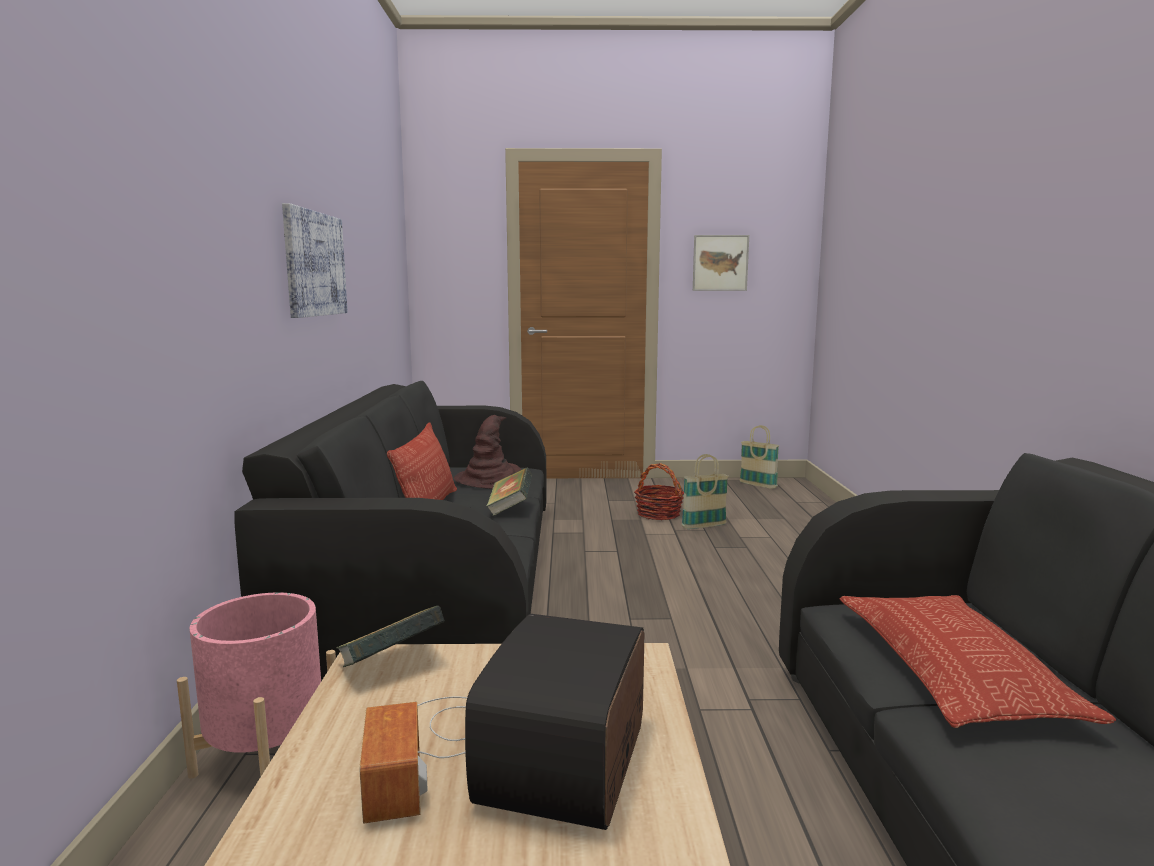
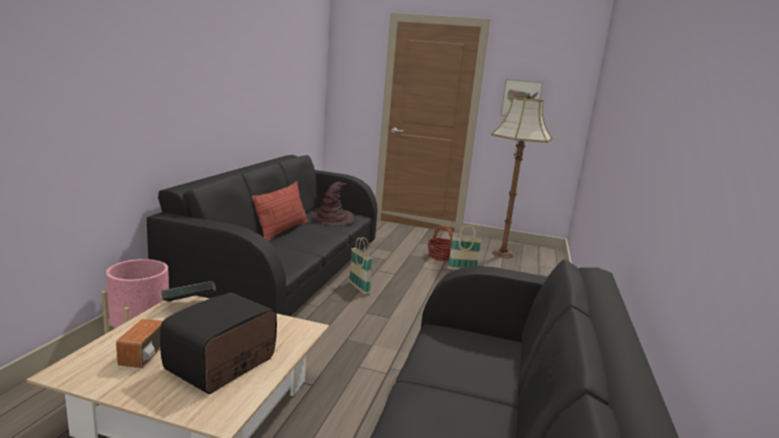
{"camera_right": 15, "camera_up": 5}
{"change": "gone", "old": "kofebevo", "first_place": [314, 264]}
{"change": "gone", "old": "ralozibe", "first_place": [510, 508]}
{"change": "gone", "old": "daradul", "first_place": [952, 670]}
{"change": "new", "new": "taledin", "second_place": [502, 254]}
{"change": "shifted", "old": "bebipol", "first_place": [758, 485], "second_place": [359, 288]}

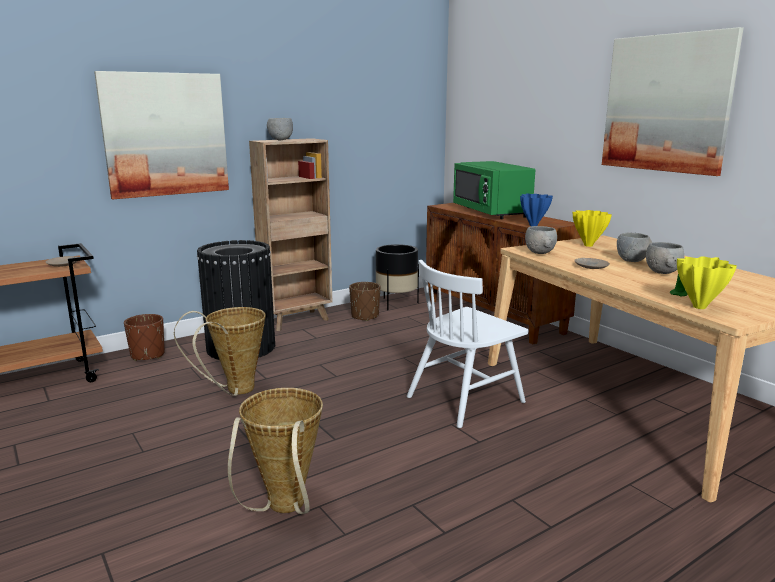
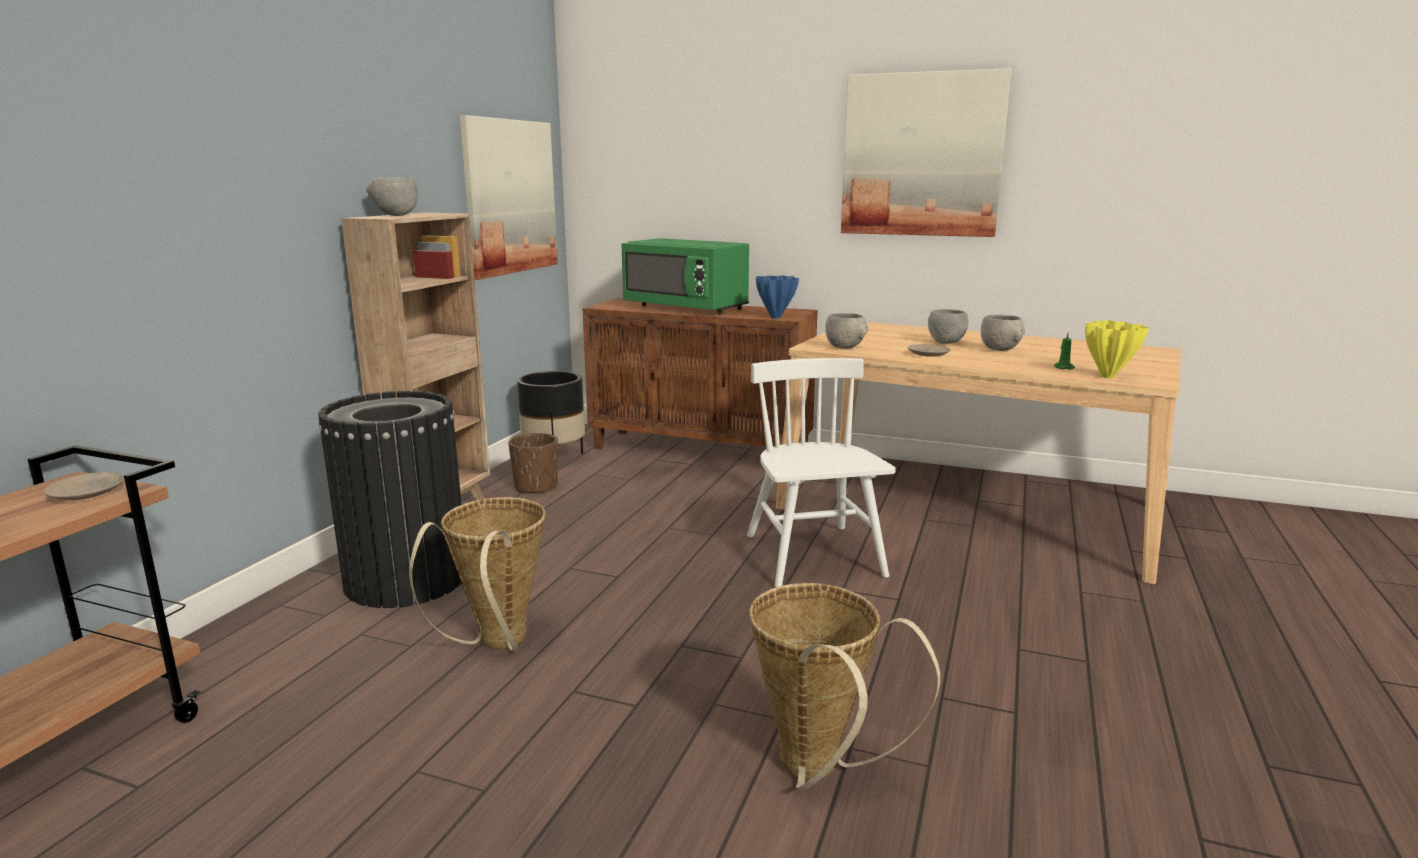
{"camera_right": -35, "camera_up": 0}
{"change": "gone", "old": "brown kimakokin", "first_place": [148, 355]}
{"change": "gone", "old": "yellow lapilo", "first_place": [588, 245]}
{"change": "shifted", "old": "kofebevo", "first_place": [165, 134], "second_place": [509, 197]}
{"change": "rotated", "old": "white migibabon", "first_place": [465, 399], "second_place": [814, 556], "degrees": 150}

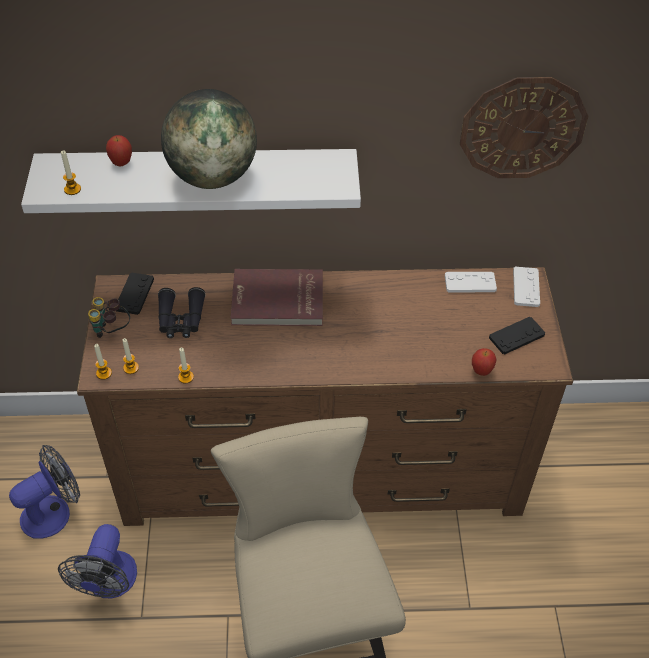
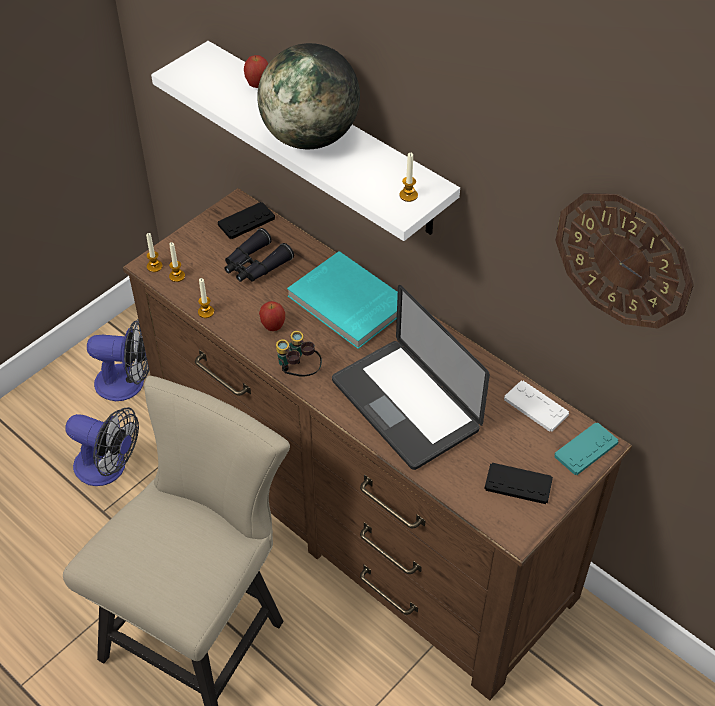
{"camera_right": 45, "camera_up": 0}
{"change": "new", "new": "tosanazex", "second_place": [405, 405]}
{"change": "shifted", "old": "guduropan", "first_place": [72, 189], "second_place": [408, 195]}
{"change": "shifted", "old": "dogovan", "first_place": [112, 331], "second_place": [298, 373]}
{"change": "shifted", "old": "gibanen", "first_place": [481, 371], "second_place": [273, 327]}
{"change": "repainted", "old": "red ralozibe", "new": "turquoise ralozibe", "first_place": [277, 301], "second_place": [347, 303]}
{"change": "repainted", "old": "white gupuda", "new": "turquoise gupuda", "first_place": [526, 287], "second_place": [586, 449]}
{"change": "rotated", "old": "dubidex", "first_place": [109, 584], "second_place": [108, 468], "degrees": -120}

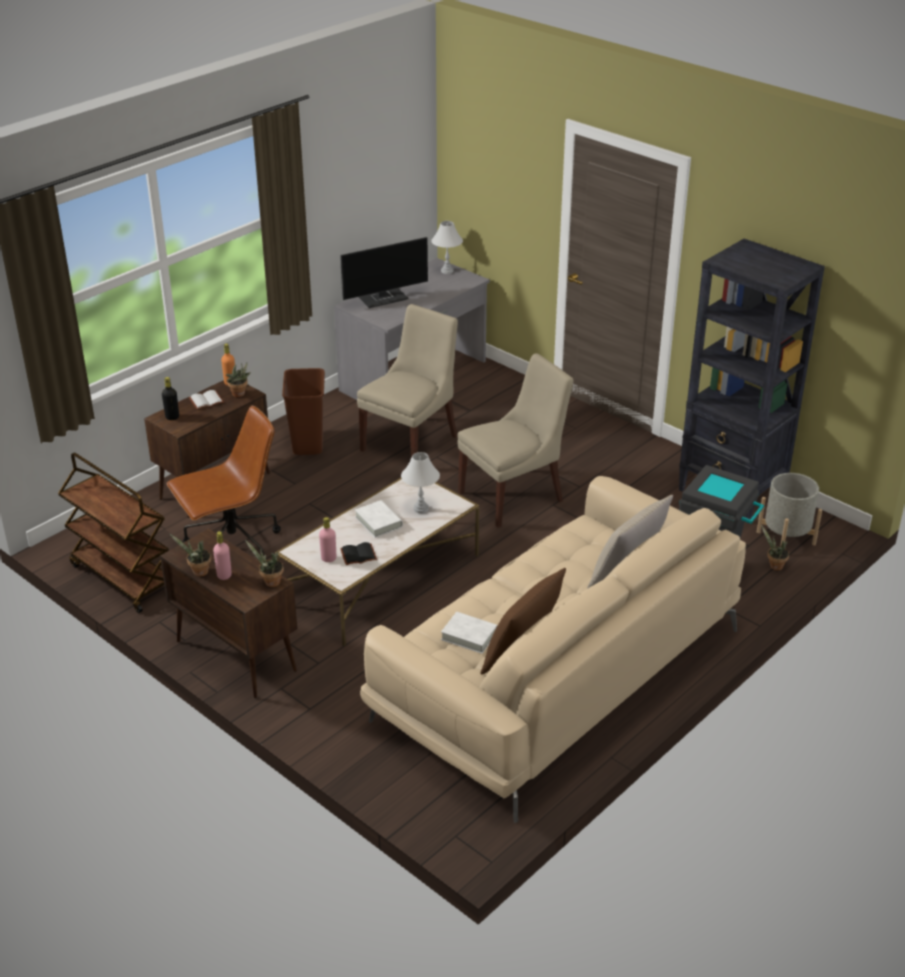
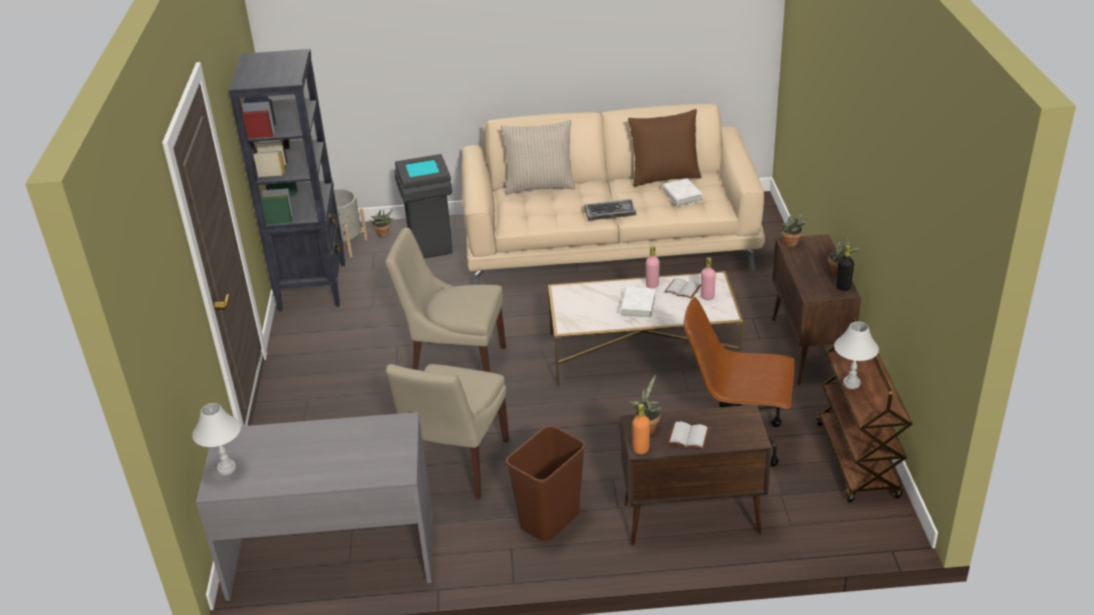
{"camera_right": -135, "camera_up": 0}
{"change": "gone", "old": "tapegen", "first_place": [384, 298]}
{"change": "new", "new": "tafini", "second_place": [610, 212]}
{"change": "shifted", "old": "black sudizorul", "first_place": [172, 417], "second_place": [843, 287]}
{"change": "shifted", "old": "pink sudizorul", "first_place": [224, 575], "second_place": [652, 285]}
{"change": "shifted", "old": "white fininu", "first_place": [421, 509], "second_place": [851, 383]}
{"change": "repainted", "old": "black ralozibe", "new": "white ralozibe", "first_place": [358, 556], "second_place": [683, 289]}
{"change": "rotated", "old": "beige migibabon", "first_place": [411, 442], "second_place": [455, 465], "degrees": -60}

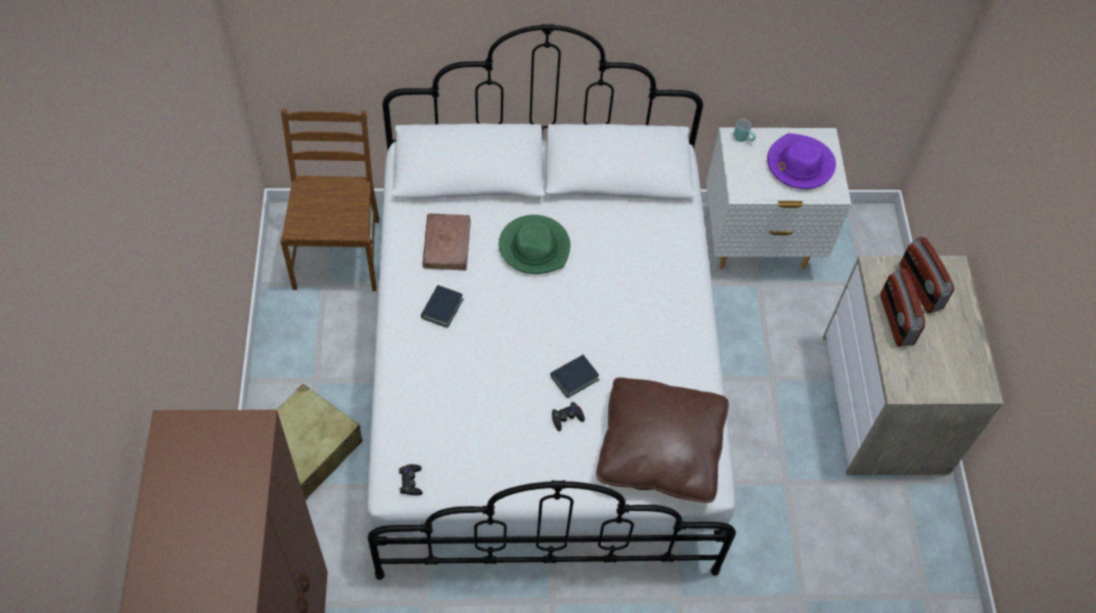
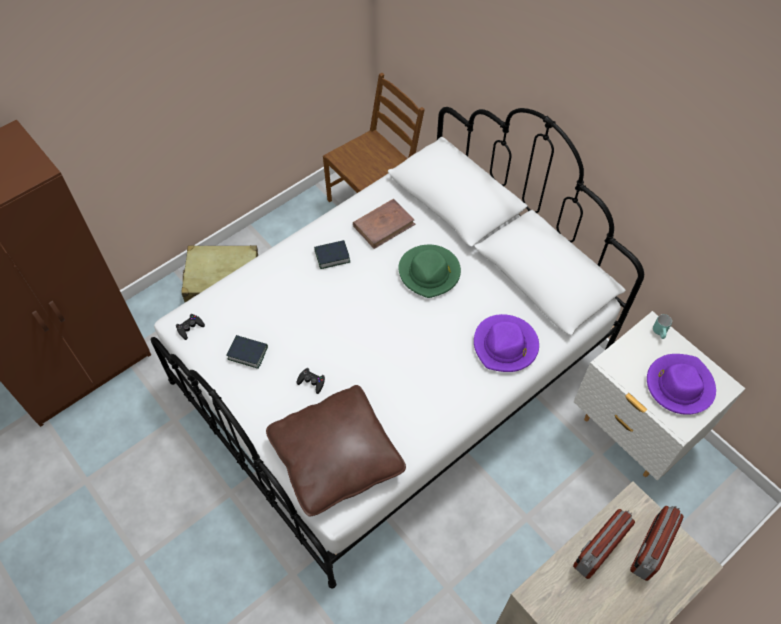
{"camera_right": 55, "camera_up": 0}
{"change": "new", "new": "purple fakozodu", "second_place": [505, 345]}
{"change": "shifted", "old": "ralozibe", "first_place": [574, 378], "second_place": [247, 353]}

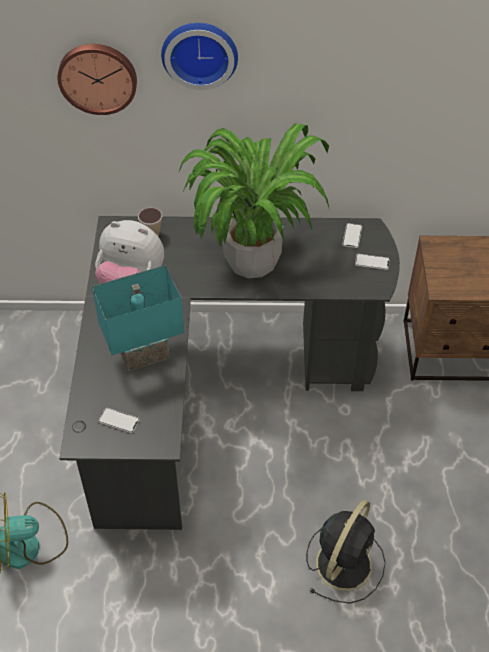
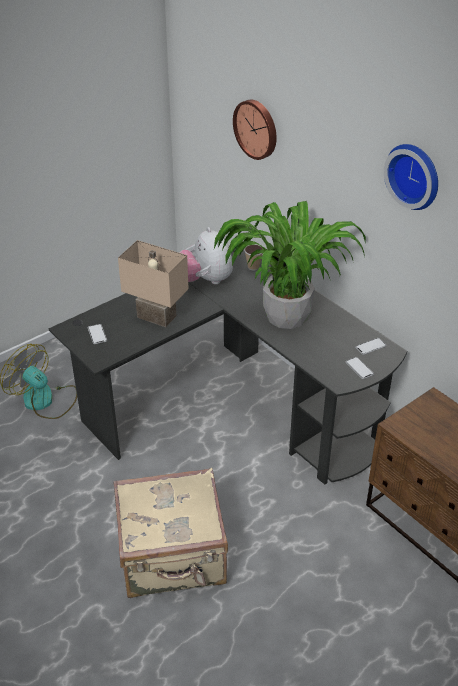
{"camera_right": 50, "camera_up": -10}
{"change": "shifted", "old": "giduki", "first_place": [200, 52], "second_place": [415, 175]}
{"change": "swapped", "old": "black dubidex", "new": "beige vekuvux", "first_place": [345, 562], "second_place": [173, 557]}
{"change": "repainted", "old": "turquoise fininu", "new": "beige fininu", "first_place": [144, 353], "second_place": [158, 315]}

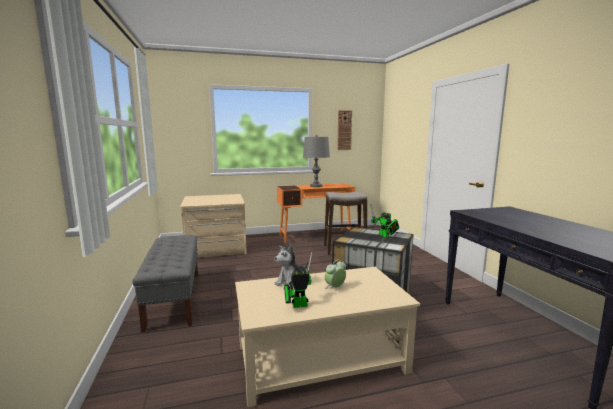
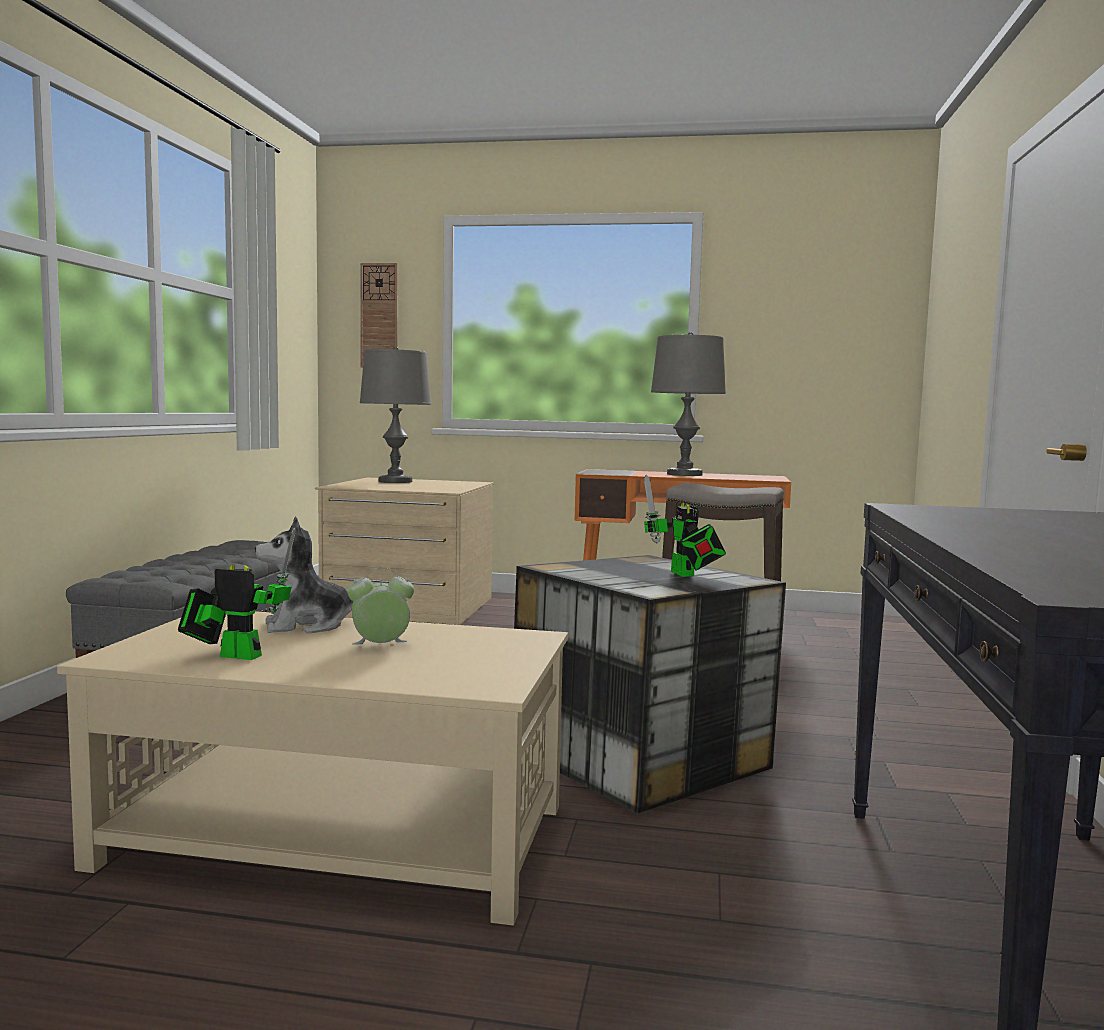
{"camera_right": 25, "camera_up": -5}
{"change": "new", "new": "grey fininu", "second_place": [395, 481]}
{"change": "shifted", "old": "giduki", "first_place": [344, 130], "second_place": [379, 316]}

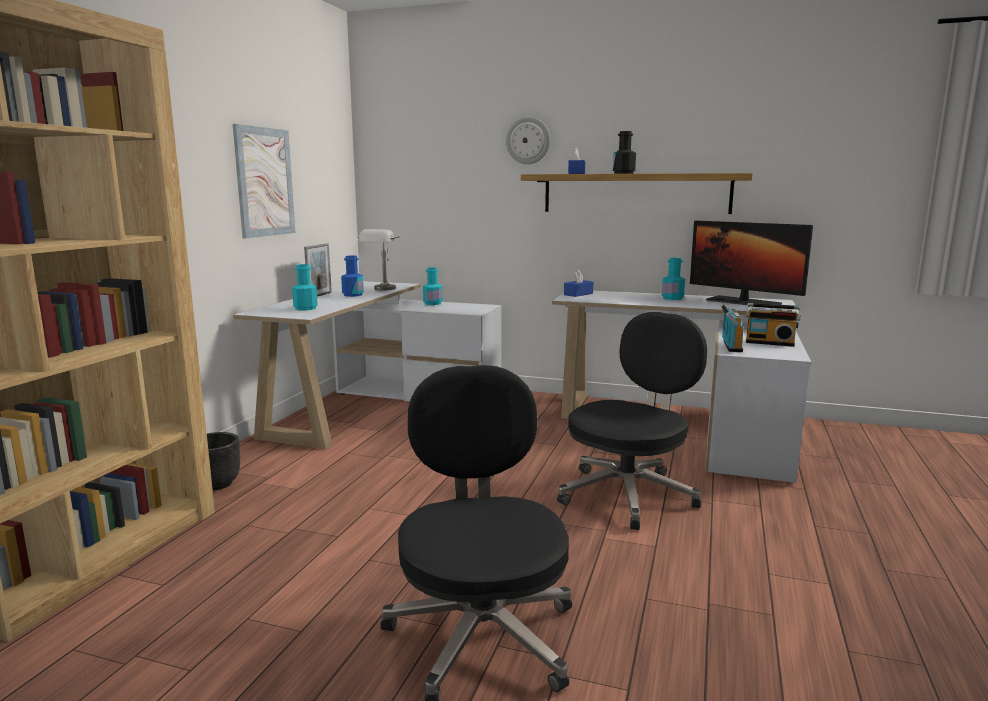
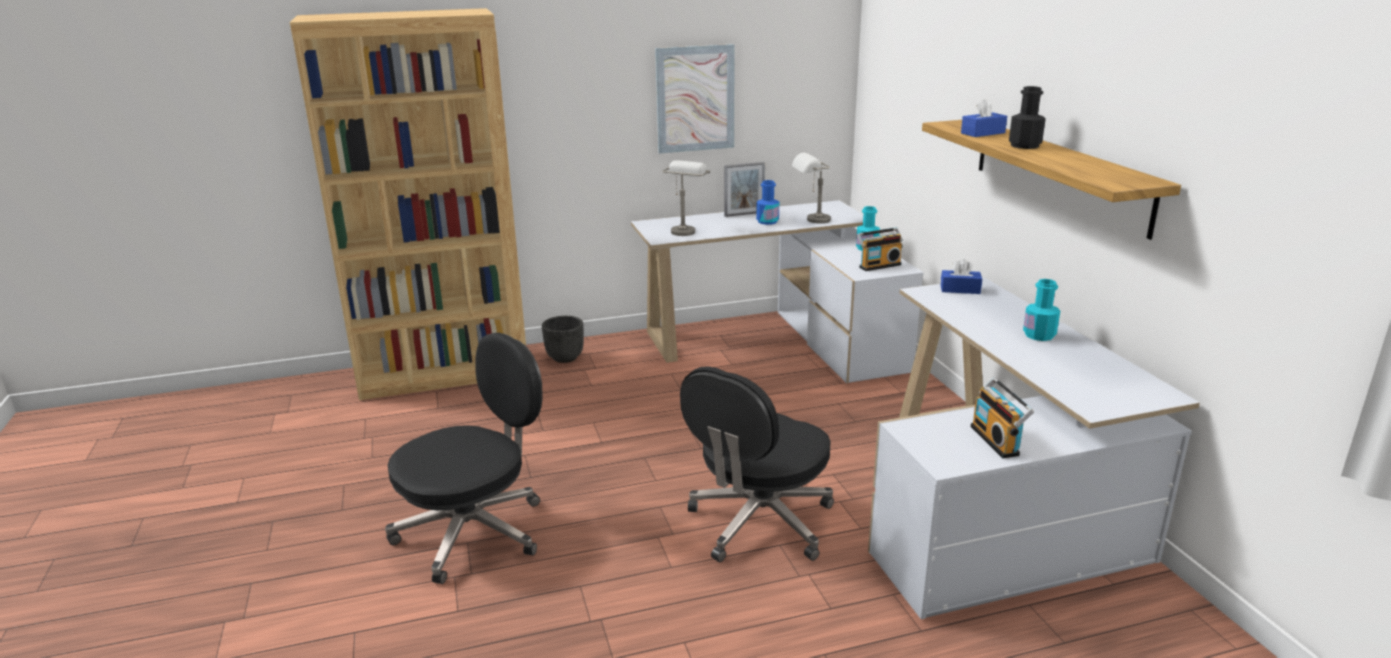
{"camera_right": 55, "camera_up": 10}
{"change": "gone", "old": "giduki", "first_place": [528, 140]}
{"change": "gone", "old": "tapegen", "first_place": [743, 302]}
{"change": "shifted", "old": "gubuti", "first_place": [730, 346], "second_place": [879, 265]}
{"change": "swapped", "old": "turquoise sudizorul", "new": "grey fininu", "first_place": [305, 308], "second_place": [685, 229]}
{"change": "rotated", "old": "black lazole", "first_place": [629, 494], "second_place": [759, 523], "degrees": 120}

